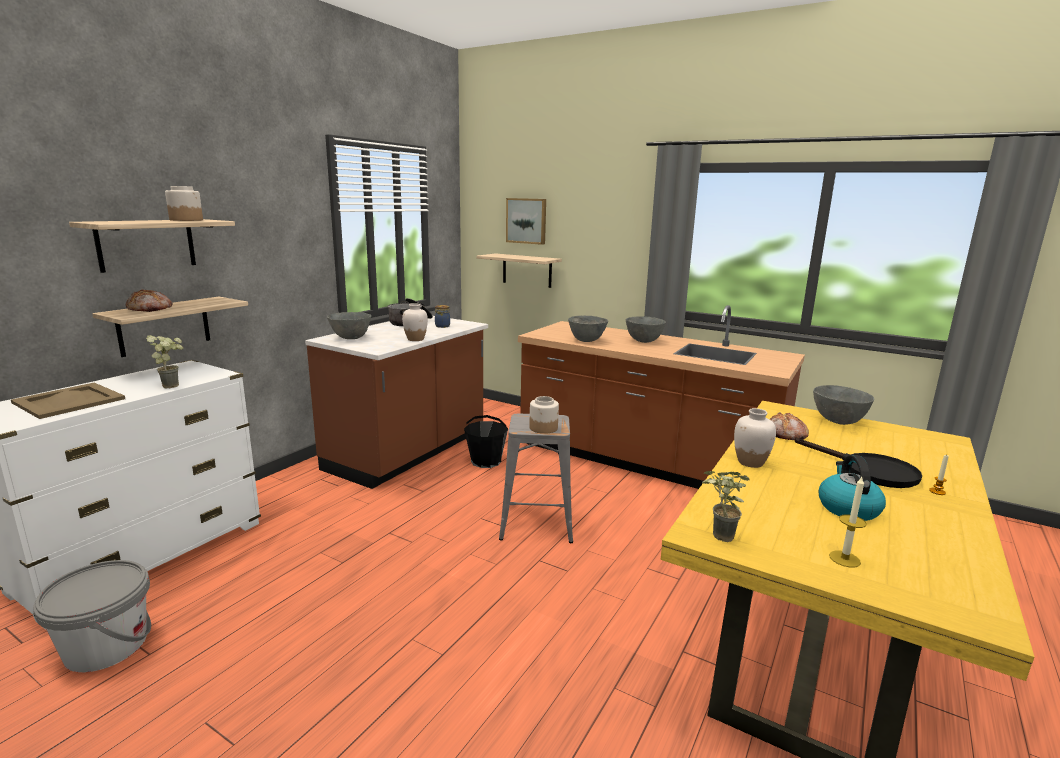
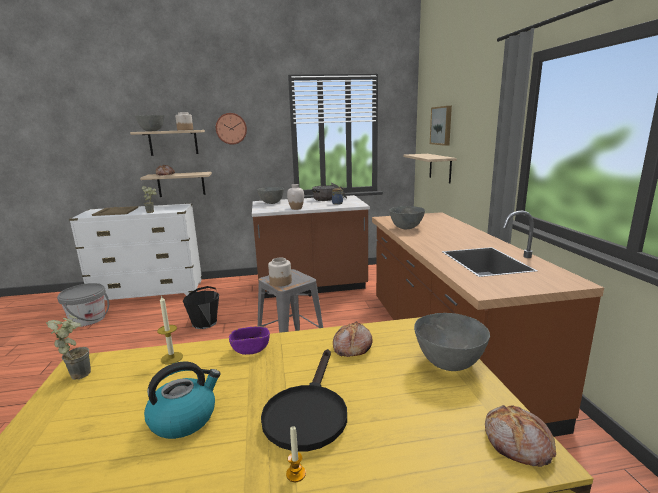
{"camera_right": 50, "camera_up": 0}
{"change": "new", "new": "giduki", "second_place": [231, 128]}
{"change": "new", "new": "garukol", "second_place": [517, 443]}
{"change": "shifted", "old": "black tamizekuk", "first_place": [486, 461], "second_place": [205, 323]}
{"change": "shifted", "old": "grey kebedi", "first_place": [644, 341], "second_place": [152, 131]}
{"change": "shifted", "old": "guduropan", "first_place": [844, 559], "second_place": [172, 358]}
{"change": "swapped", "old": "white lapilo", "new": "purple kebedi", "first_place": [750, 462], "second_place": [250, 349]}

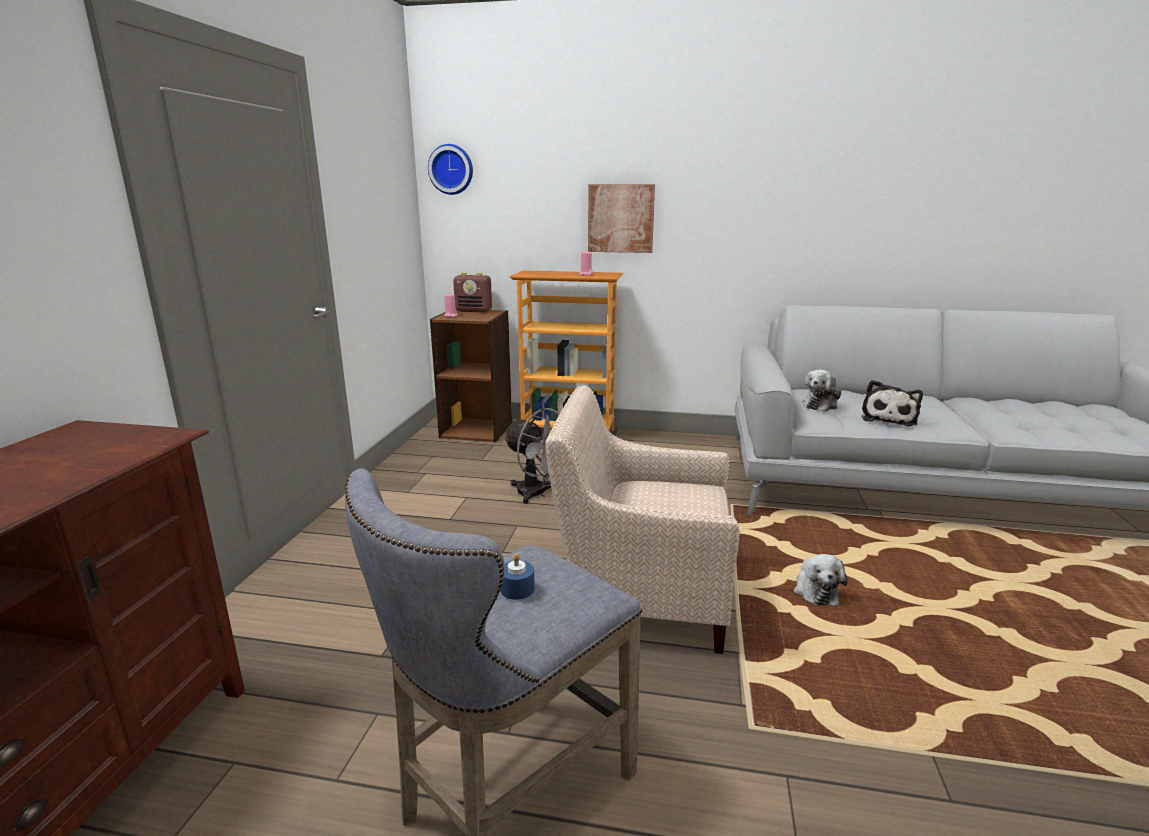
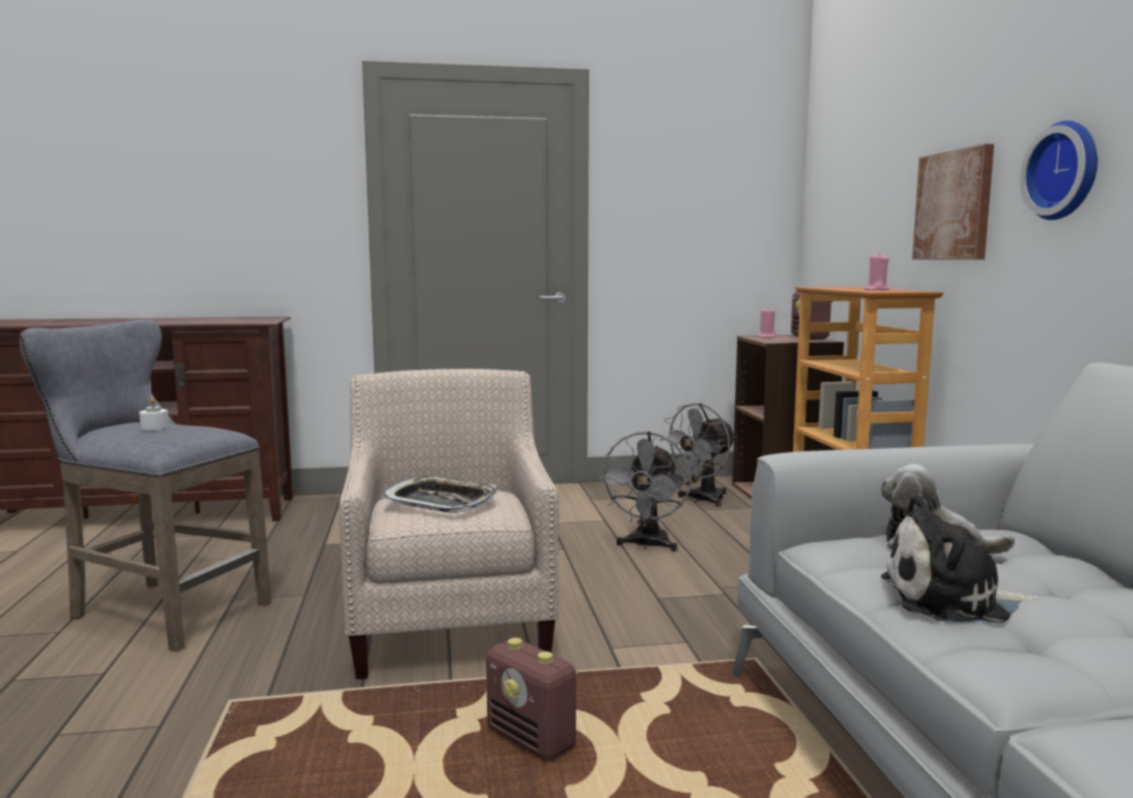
{"camera_right": 70, "camera_up": -10}
{"change": "new", "new": "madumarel", "second_place": [440, 503]}
{"change": "new", "new": "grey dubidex", "second_place": [701, 500]}
{"change": "shifted", "old": "giduki", "first_place": [451, 169], "second_place": [1066, 171]}
{"change": "swapped", "old": "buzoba", "new": "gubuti", "first_place": [815, 591], "second_place": [532, 741]}
{"change": "repainted", "old": "blue guduropan", "new": "white guduropan", "first_place": [517, 589], "second_place": [154, 427]}

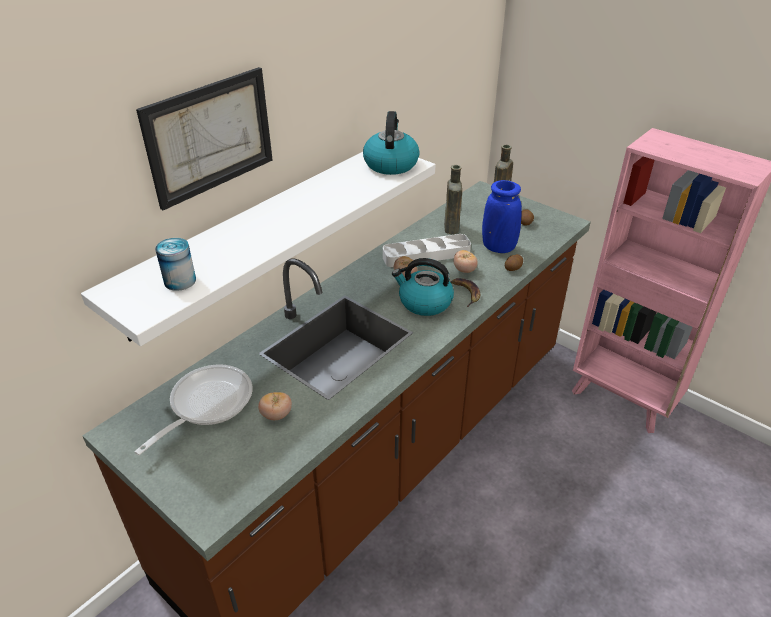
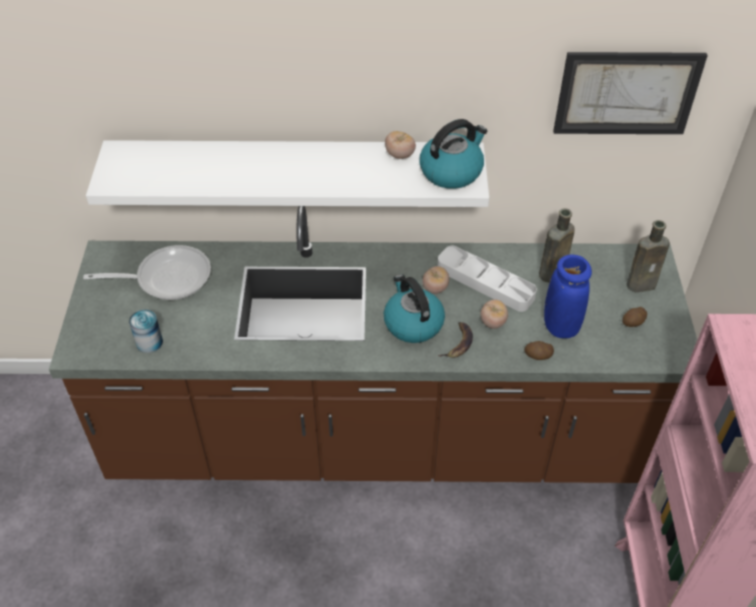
{"camera_right": 50, "camera_up": 10}
{"change": "shifted", "old": "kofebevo", "first_place": [210, 136], "second_place": [626, 93]}
{"change": "shifted", "old": "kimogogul", "first_place": [180, 281], "second_place": [149, 342]}
{"change": "shifted", "old": "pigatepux", "first_place": [276, 415], "second_place": [399, 155]}

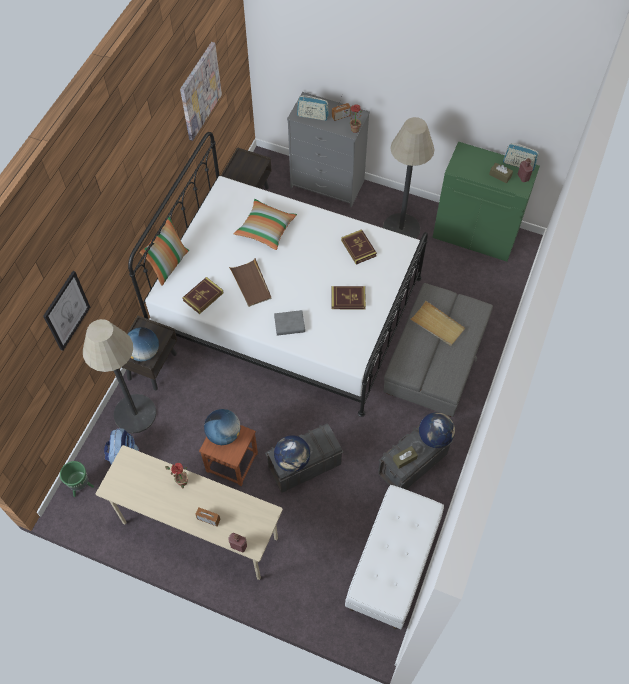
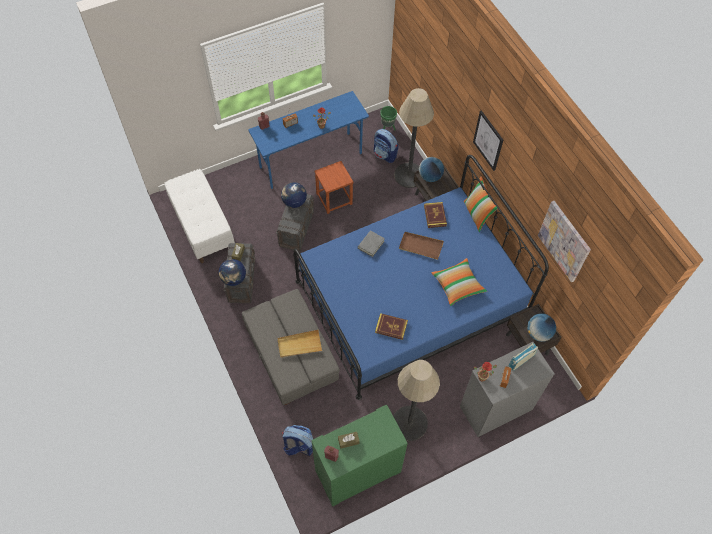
{"camera_right": 130, "camera_up": 0}
{"change": "gone", "old": "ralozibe", "first_place": [348, 299]}
{"change": "gone", "old": "gubuti", "first_place": [518, 164]}
{"change": "new", "new": "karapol", "second_place": [299, 446]}
{"change": "shifted", "old": "kofebevo", "first_place": [66, 311], "second_place": [488, 140]}
{"change": "shifted", "old": "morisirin", "first_place": [223, 434], "second_place": [538, 333]}
{"change": "repainted", "old": "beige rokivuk", "new": "blue rokivuk", "first_place": [199, 531], "second_place": [311, 160]}
{"change": "repainted", "old": "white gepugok", "new": "blue gepugok", "first_place": [288, 307], "second_place": [410, 300]}

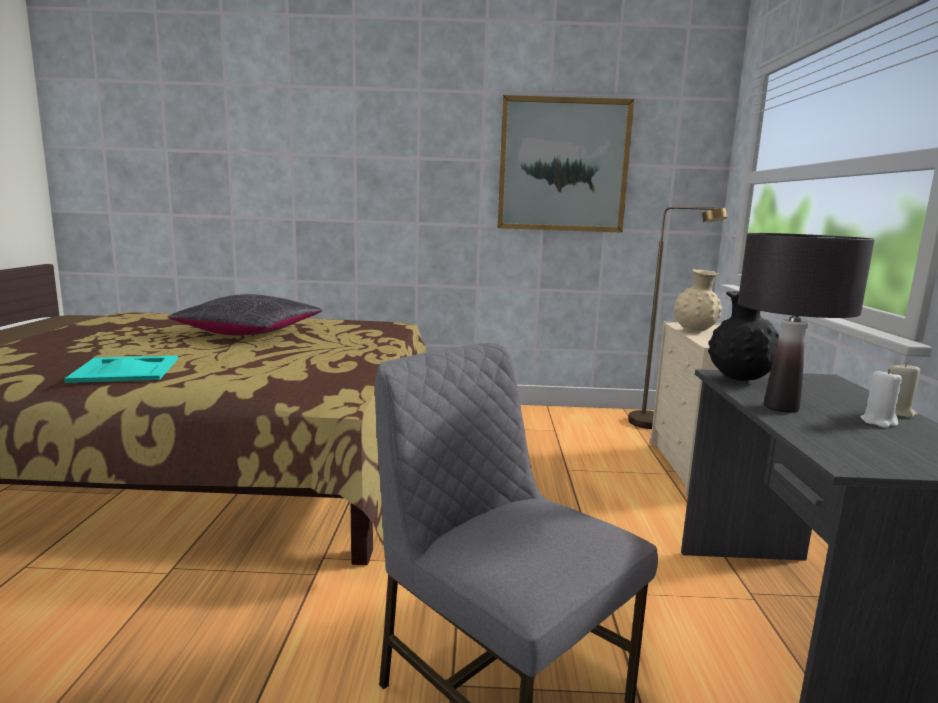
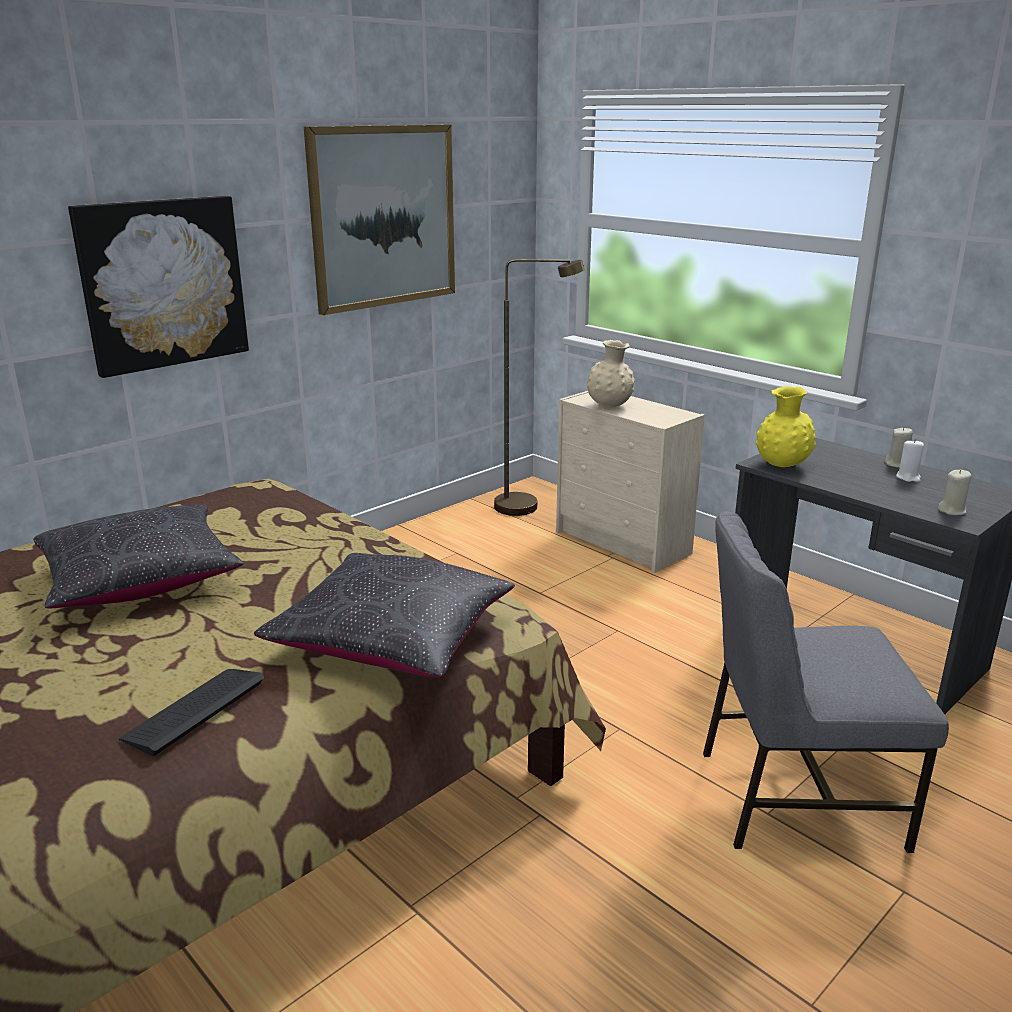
{"camera_right": -45, "camera_up": 10}
{"change": "gone", "old": "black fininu", "first_place": [781, 408]}
{"change": "new", "new": "kofebevo", "second_place": [163, 284]}
{"change": "new", "new": "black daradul", "second_place": [392, 638]}
{"change": "new", "new": "beige guduropan", "second_place": [952, 511]}
{"change": "swapped", "old": "turquoise madumarel", "new": "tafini", "first_place": [124, 370], "second_place": [194, 711]}
{"change": "repainted", "old": "black lapilo", "new": "yellow lapilo", "first_place": [739, 380], "second_place": [782, 465]}

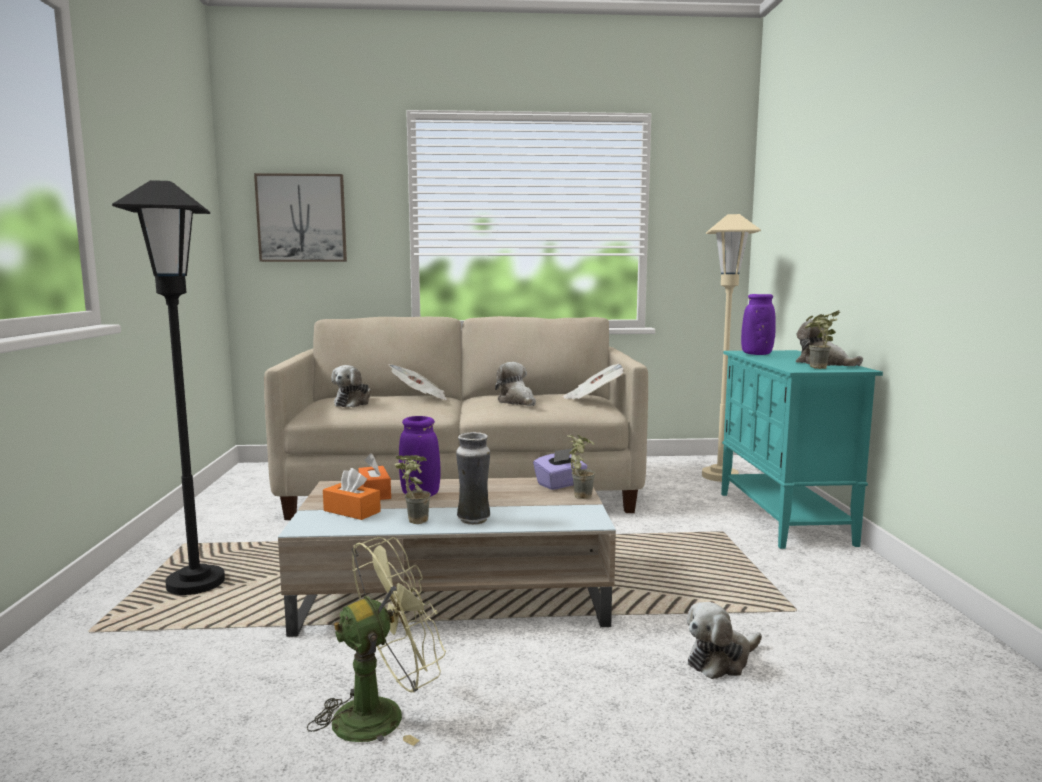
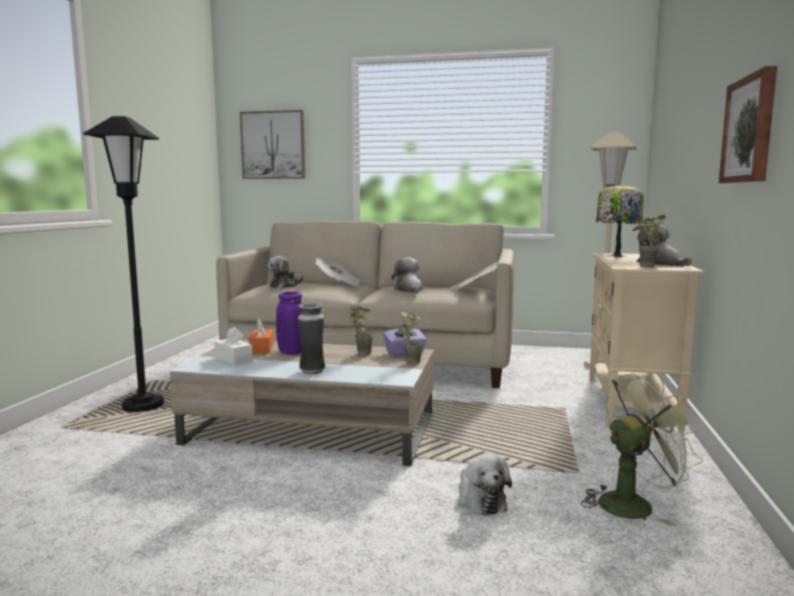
{"camera_right": 15, "camera_up": 0}
{"change": "new", "new": "kofebevo", "second_place": [750, 130]}
{"change": "shifted", "old": "green dubidex", "first_place": [382, 713], "second_place": [633, 503]}
{"change": "shifted", "old": "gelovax", "first_place": [412, 521], "second_place": [360, 353]}
{"change": "swapped", "old": "purple lapilo", "new": "fininu", "first_place": [757, 354], "second_place": [616, 256]}
{"change": "repainted", "old": "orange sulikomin", "new": "white sulikomin", "first_place": [352, 511], "second_place": [233, 359]}
{"change": "repainted", "old": "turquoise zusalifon", "new": "beige zusalifon", "first_place": [784, 518], "second_place": [631, 403]}
{"change": "rotated", "old": "buzoba", "first_place": [721, 660], "second_place": [480, 500], "degrees": -90}

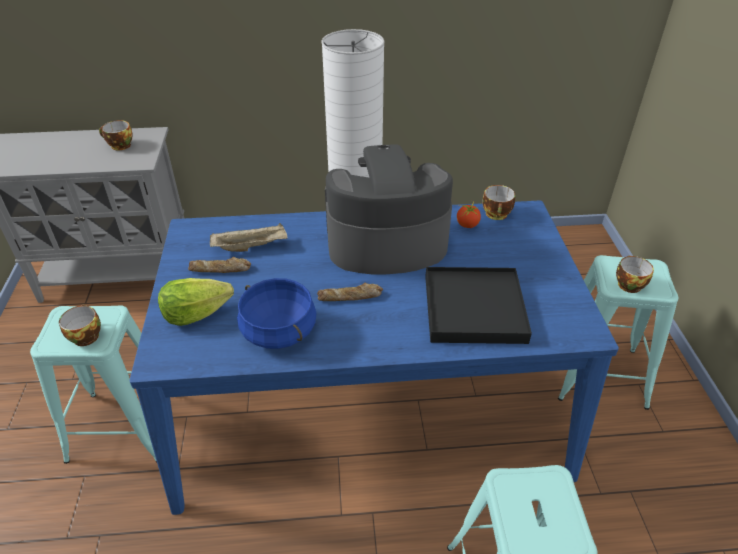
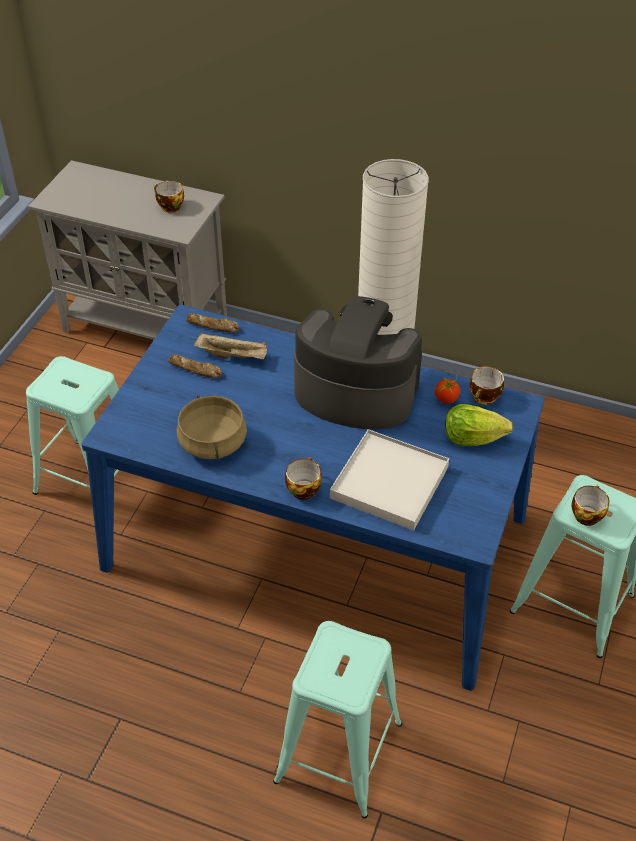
{"camera_right": 25, "camera_up": 5}
{"change": "shifted", "old": "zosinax", "first_place": [85, 336], "second_place": [303, 488]}
{"change": "shifted", "old": "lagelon", "first_place": [195, 314], "second_place": [472, 438]}
{"change": "shifted", "old": "garukol", "first_place": [350, 297], "second_place": [213, 326]}
{"change": "repainted", "old": "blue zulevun", "new": "beige zulevun", "first_place": [278, 330], "second_place": [212, 442]}
{"change": "repainted", "old": "black madumarel", "new": "white madumarel", "first_place": [473, 308], "second_place": [389, 482]}

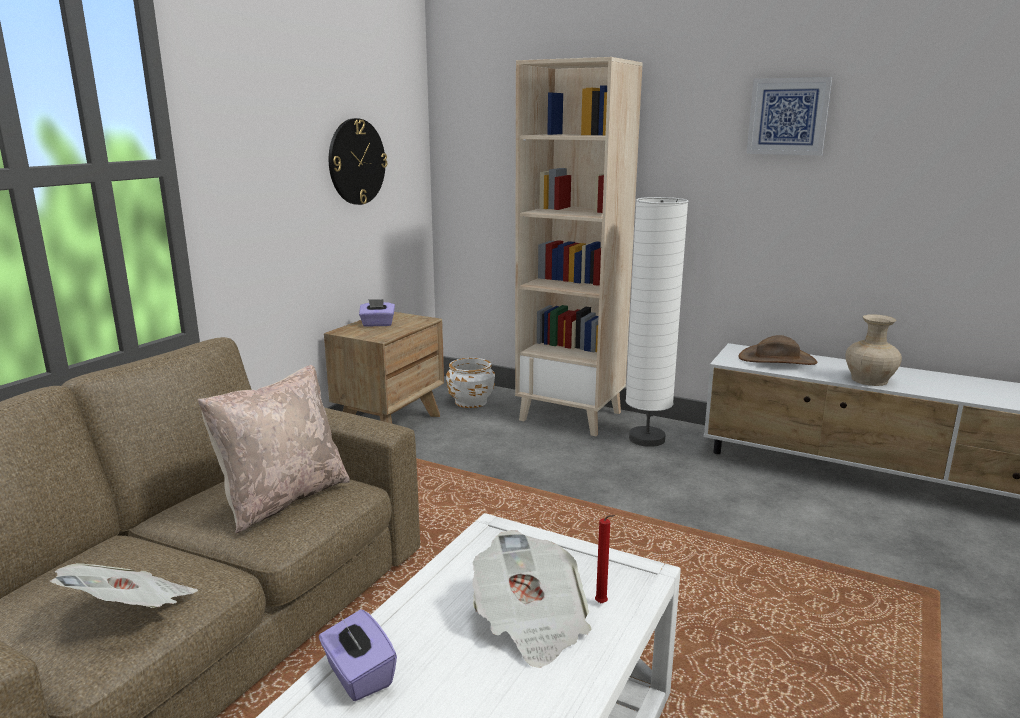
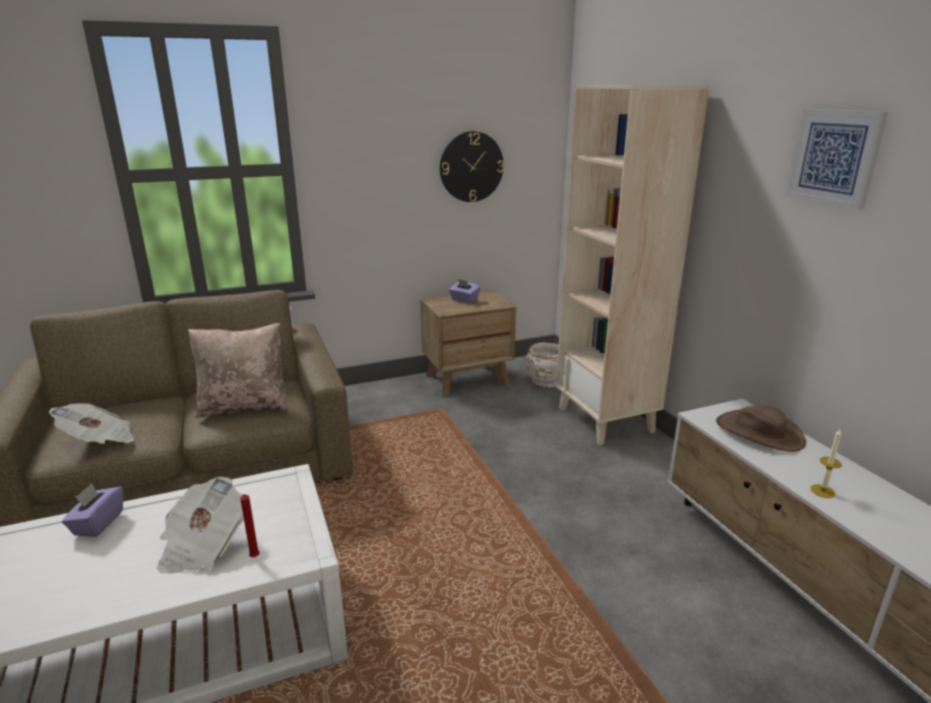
{"camera_right": 40, "camera_up": 5}
{"change": "gone", "old": "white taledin", "first_place": [647, 439]}
{"change": "swapped", "old": "beige lapilo", "new": "guduropan", "first_place": [868, 380], "second_place": [822, 491]}

